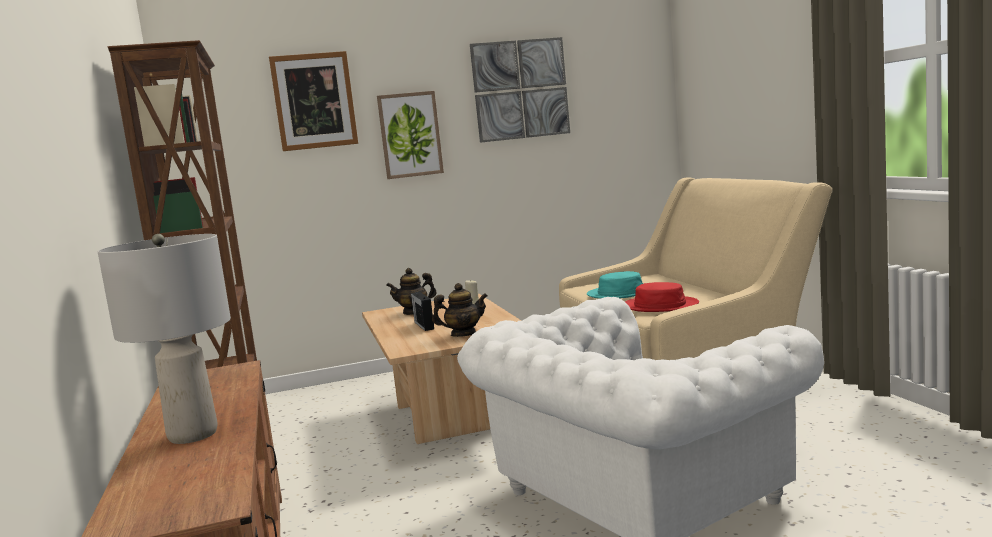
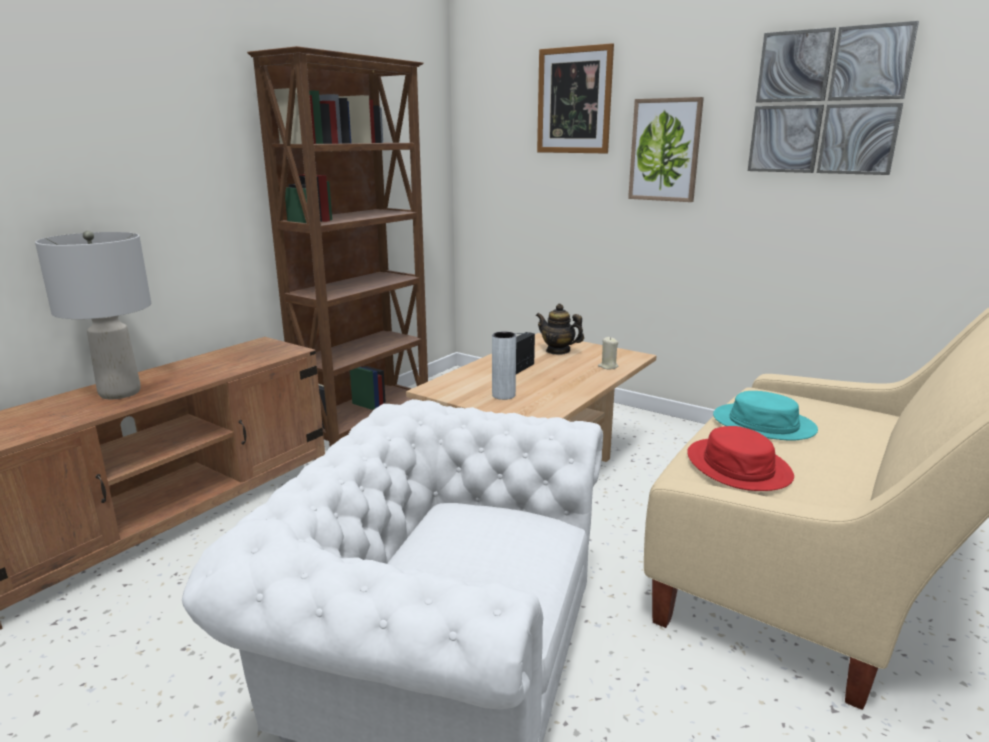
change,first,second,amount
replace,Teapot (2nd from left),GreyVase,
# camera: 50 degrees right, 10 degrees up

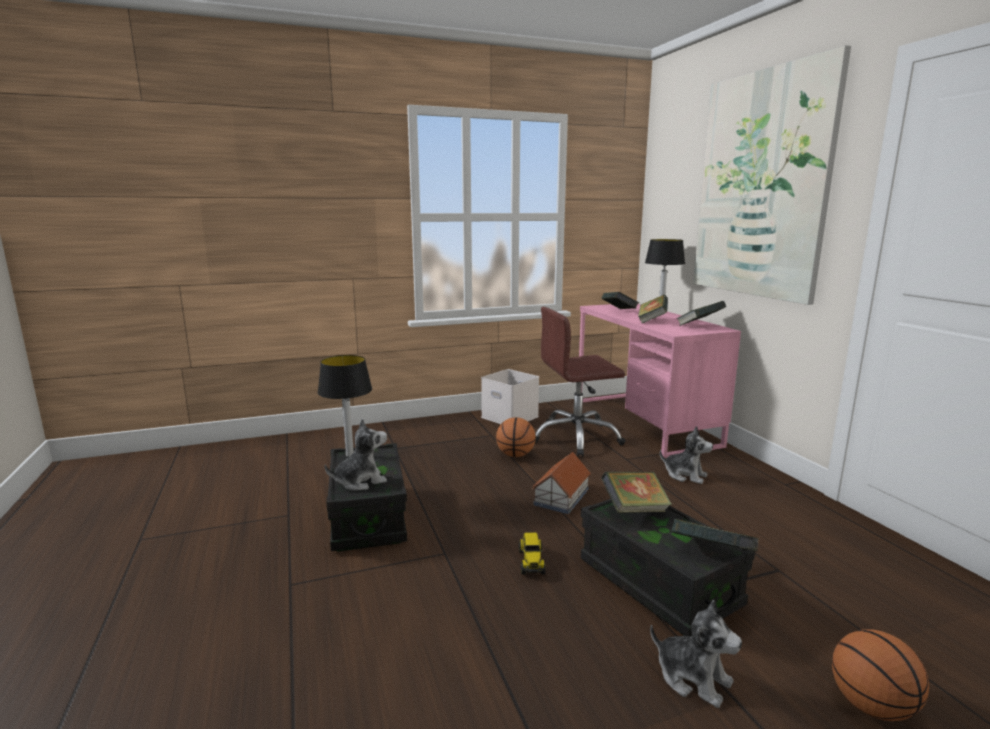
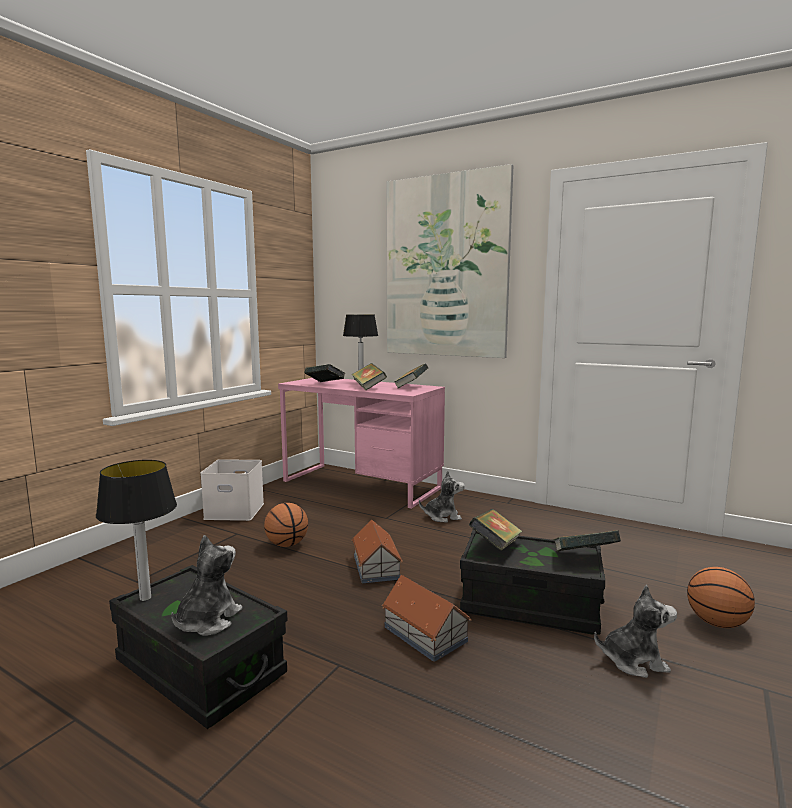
change,first,second,amount
replace,ToyTruck,ToyHouse (2nd from left),
delete,BrownOfficeChair,,
# camera: 40 degrees left, 5 degrees down

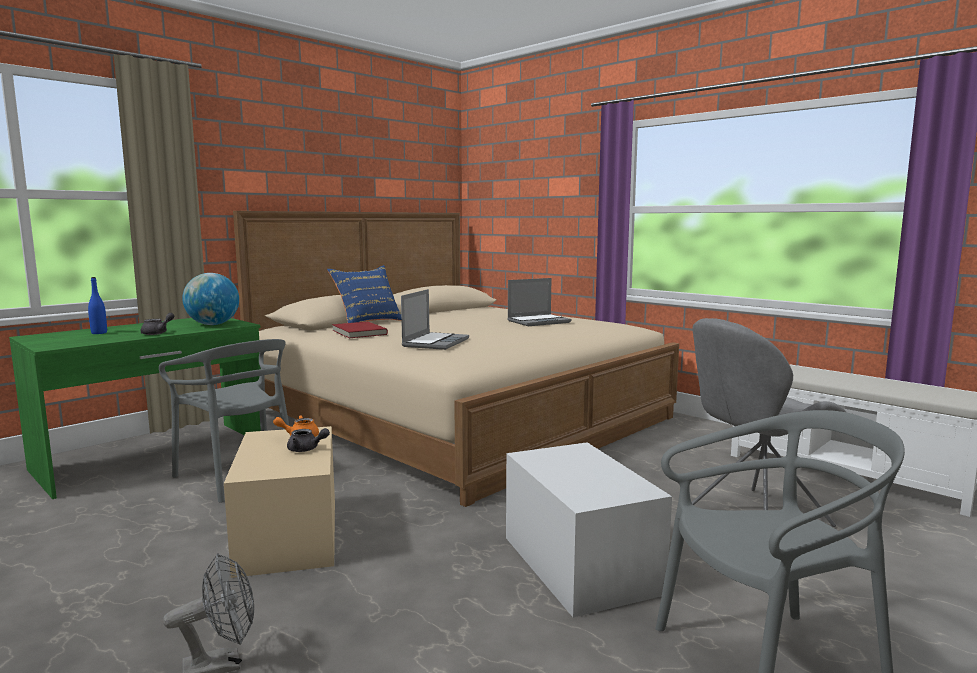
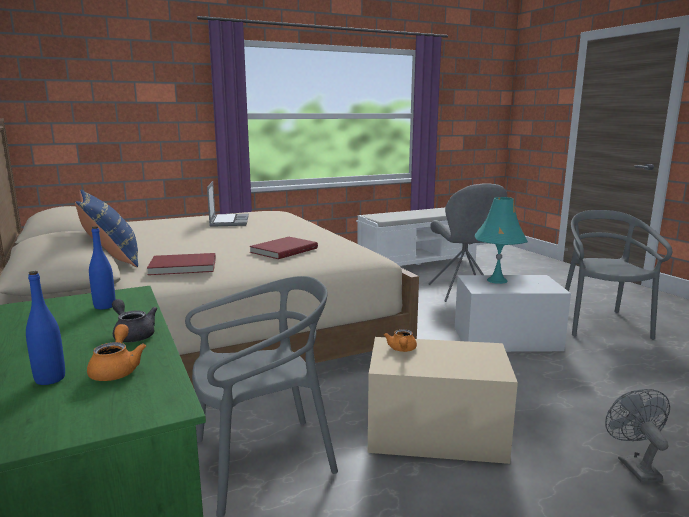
change,first,second,amount
insert,,OrangeTeapot (1st from left),
replace,Globe,BlueBottle (2nd from left),
replace,Laptop (1st from left),RedBook (2nd from left),
insert,,TurquoiseTableLamp,
delete,GreyTeapot (2nd from left),,
# camera: 70 degrees left, 5 degrees up

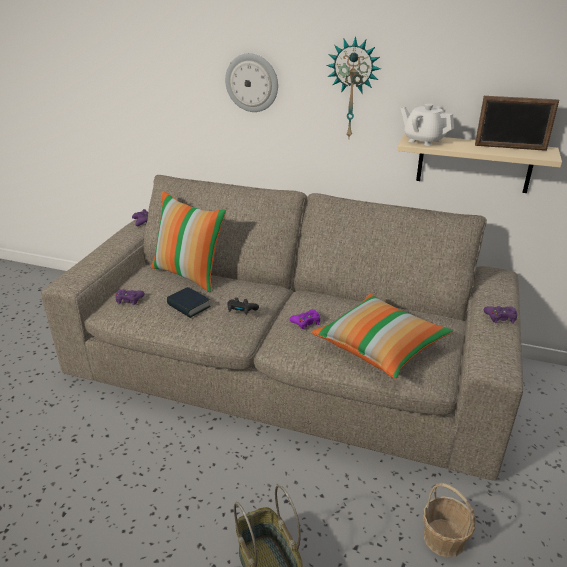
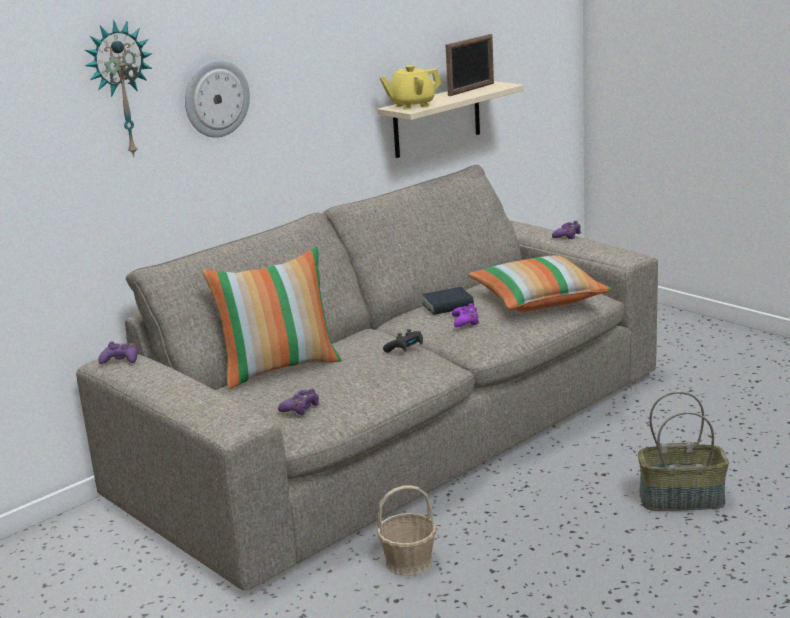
change,first,second,amount
move,WallClock (2nd from left in the first image),WallClock (1st from left),
move,Basket (2nd from left in the first image),Basket (1st from left),
recolor,WhiteTeapot,YellowTeapot,
move,Book,,
# camera: 60 degrees left, 10 degrees down

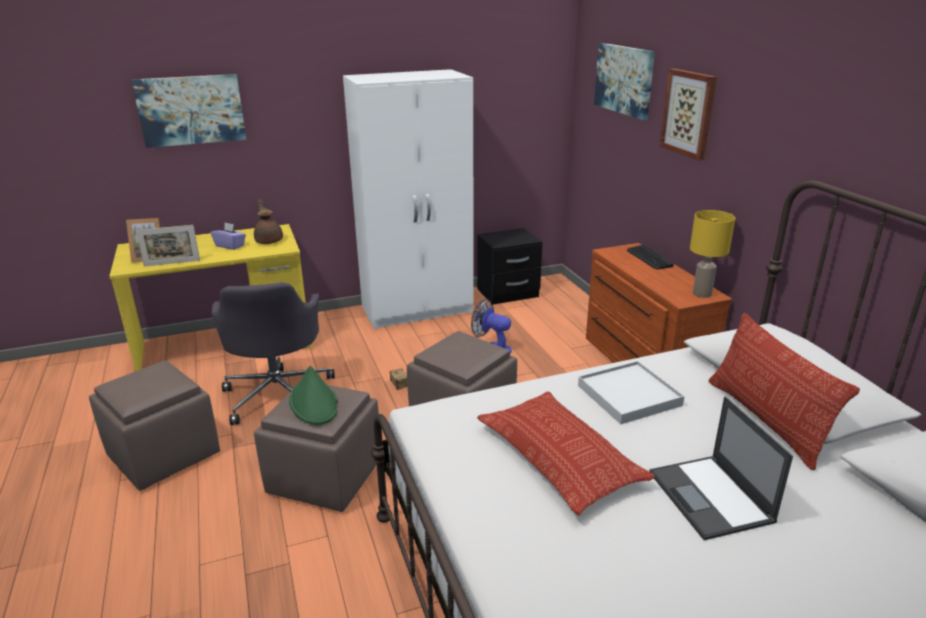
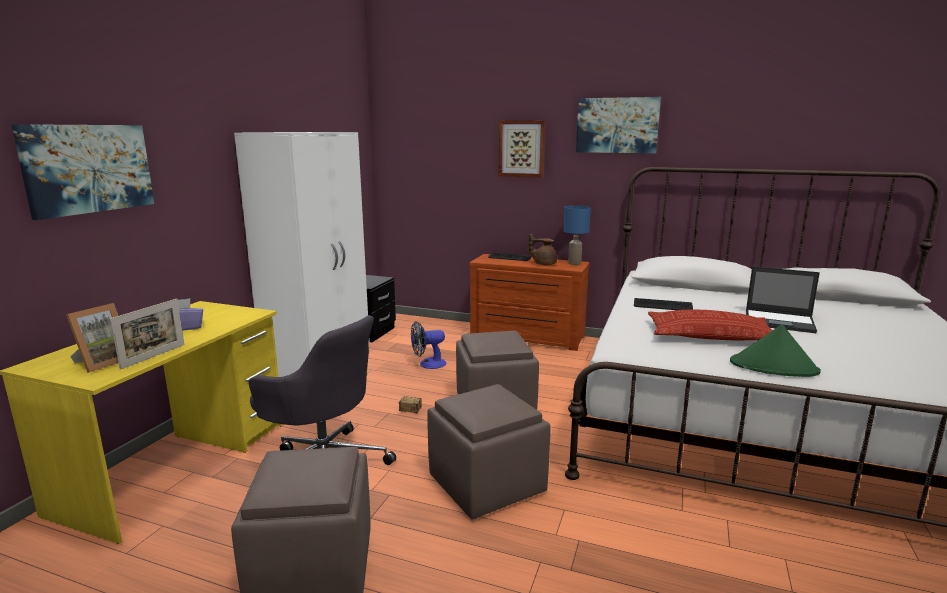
change,first,second,amount
move,BrownTeapot,,
recolor,YellowTableLamp,BlueTableLamp,
move,Picture (2nd from left in the first image),Picture (3rd from left),
replace,WhiteTray,Keyboard (2nd from left),
move,GreenHat,,
delete,Pillow (2nd from left),,
# camera: 50 degrees left, 10 degrees down

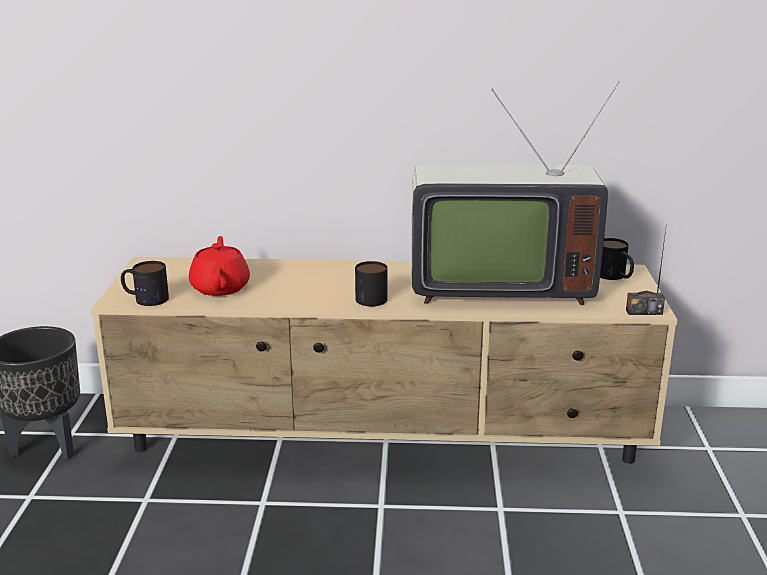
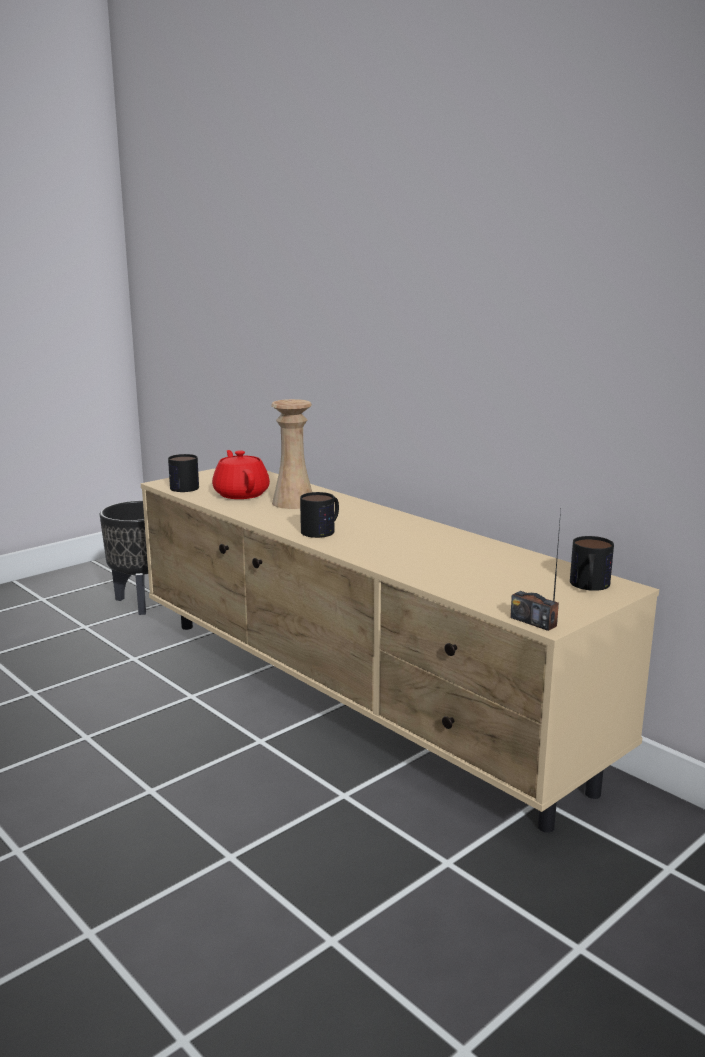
change,first,second,amount
rotate,RedTeapot,,60 degrees counterclockwise
insert,,BeigeVase,
delete,Television,,
# camera: 45 degrees right, 5 degrees down

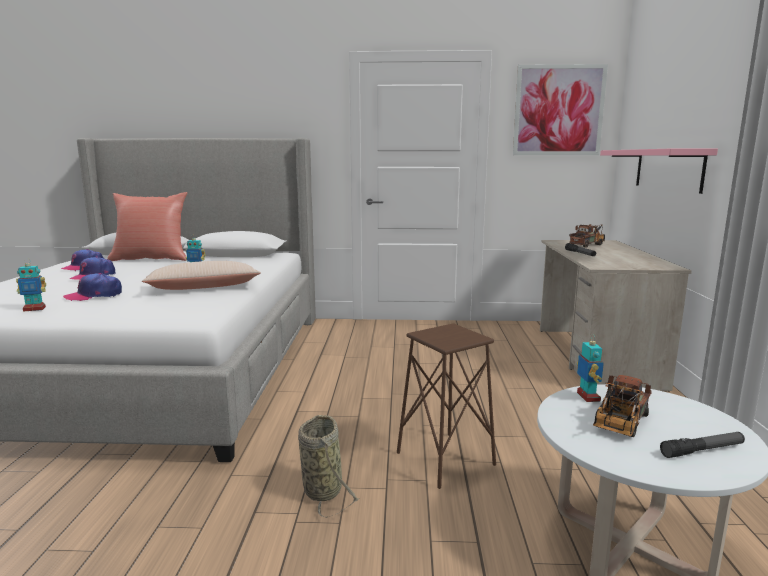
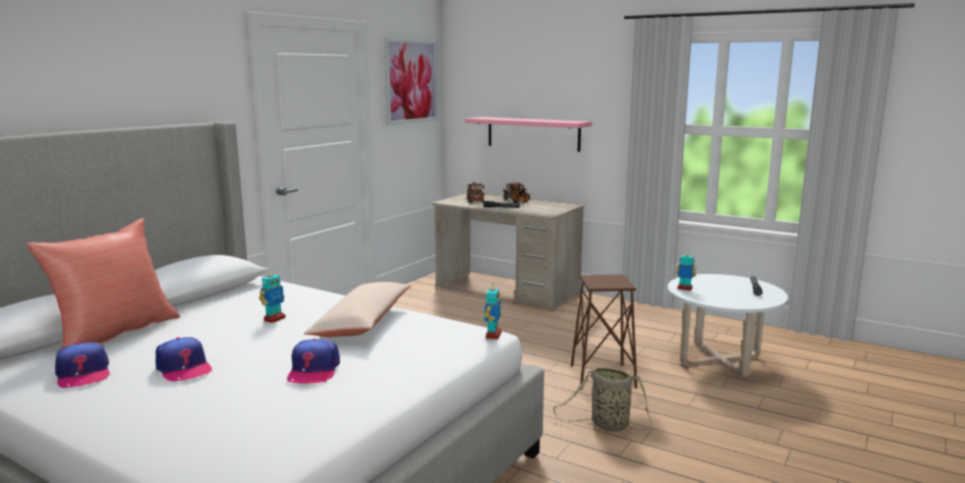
change,first,second,amount
move,ToyRobot (1st from left in the first image),ToyRobot (2nd from left),
move,ToyTruck (2nd from left),,
# camera: 60 degrees left, 0 degrees up

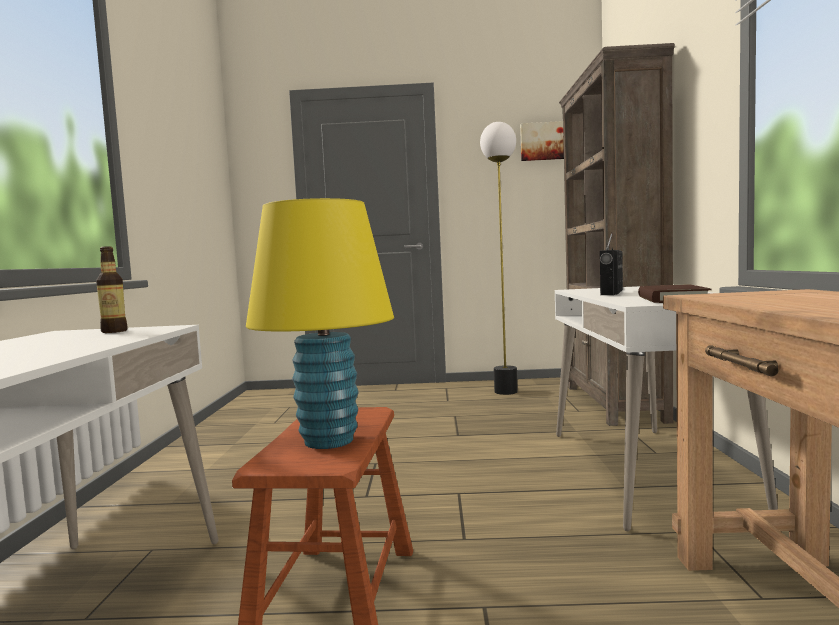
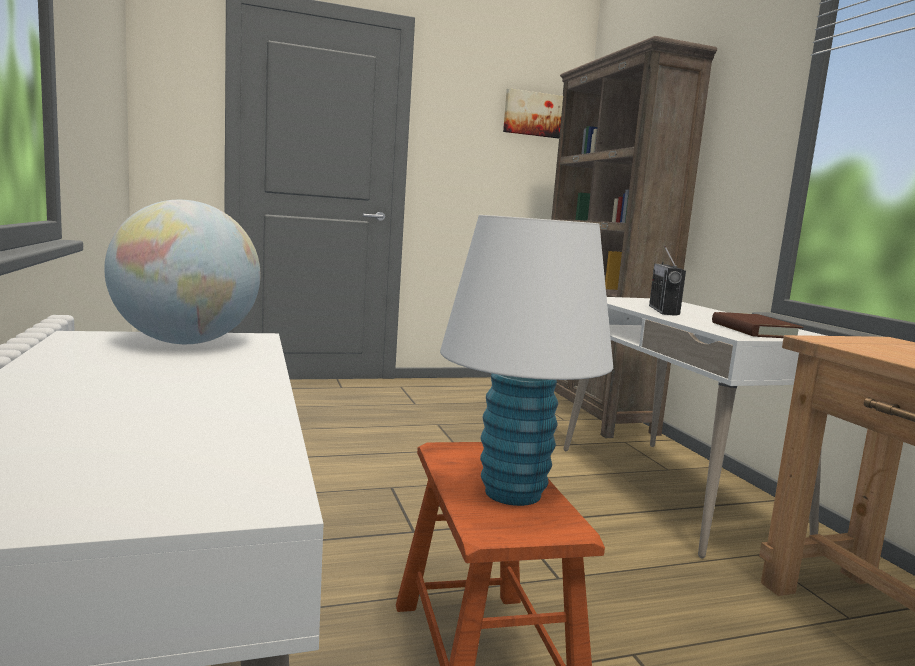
change,first,second,amount
replace,Bottle,Globe,
recolor,YellowTableLamp,WhiteTableLamp,
delete,FloorLamp,,
# camera: 20 degrees left, 5 degrees up

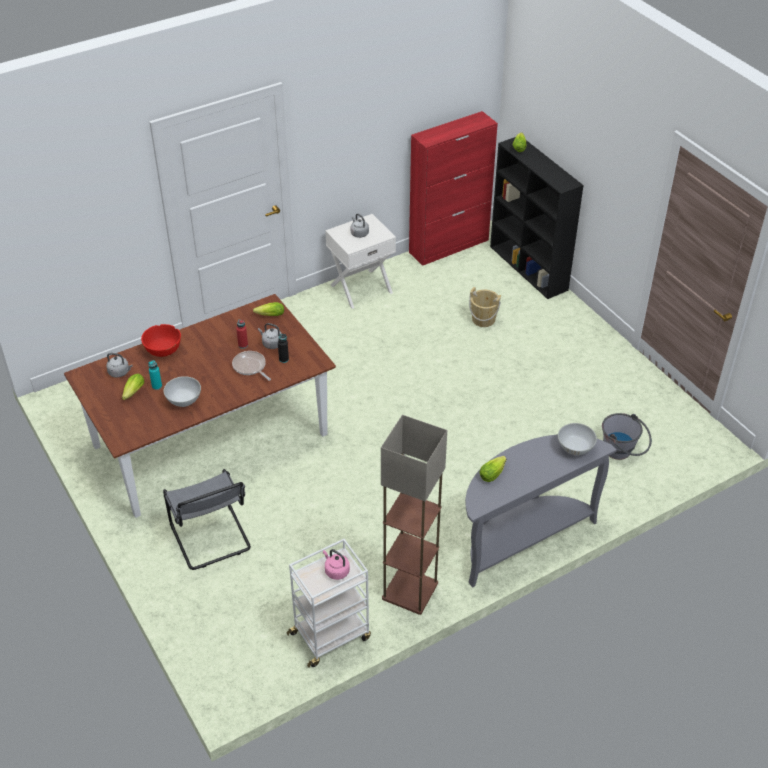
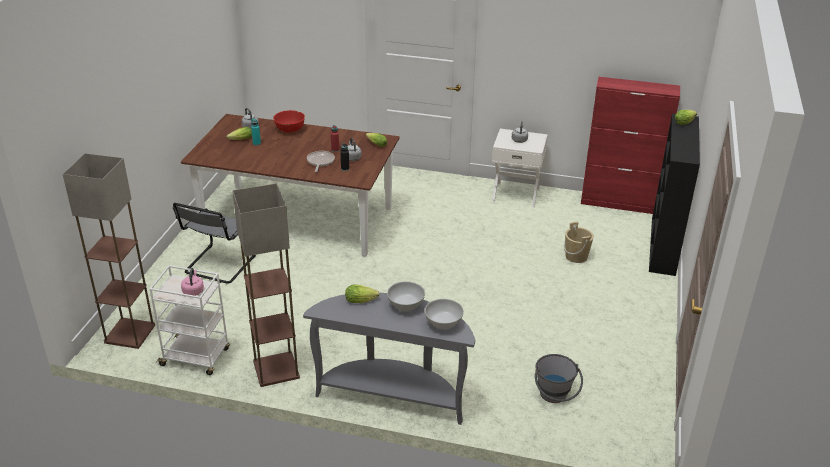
change,first,second,amount
insert,,FloorLamp (1st from left),
move,WhiteBowl (1st from left),,
# camera: 45 degrees right, 10 degrees down

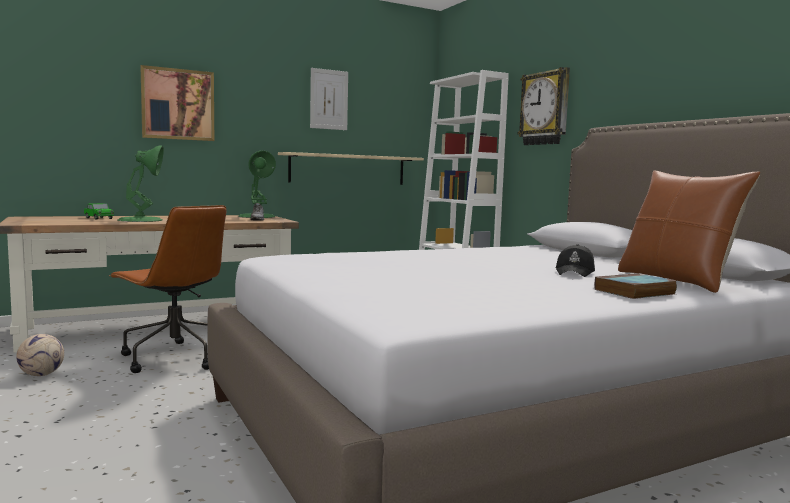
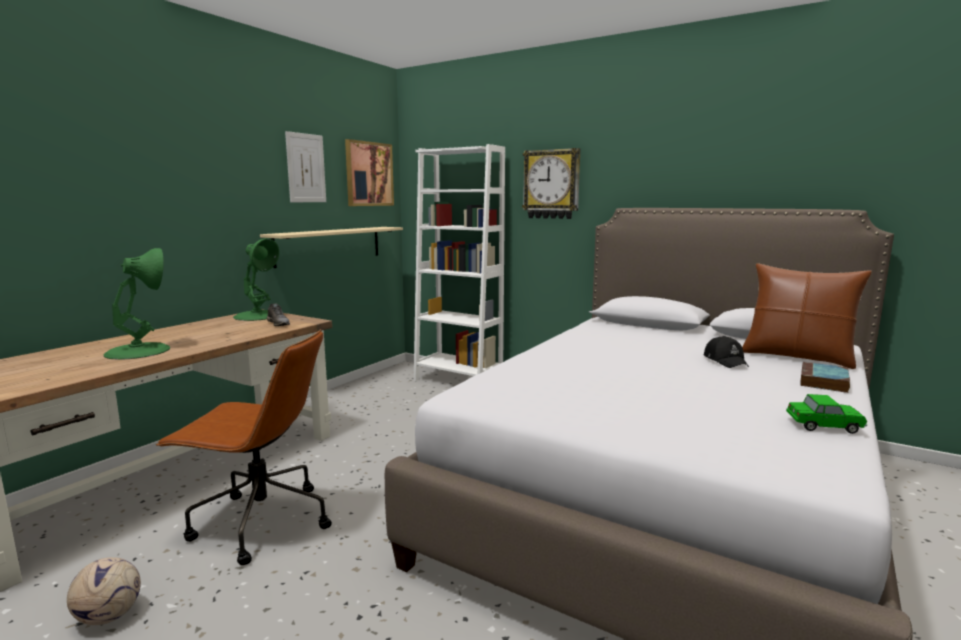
change,first,second,amount
move,Picture (1st from left in the first image),Picture (2nd from left),
move,ToyCar,,
# camera: 30 degrees left, 5 degrees up

